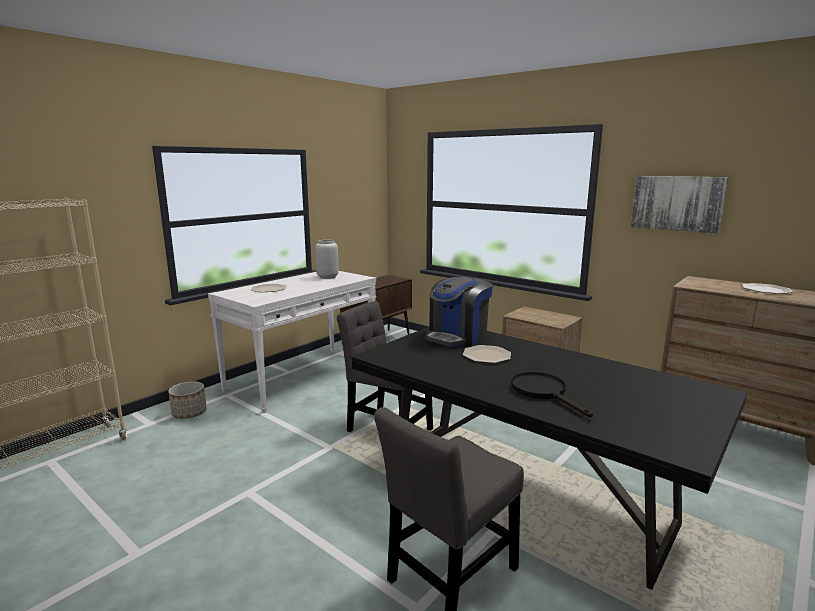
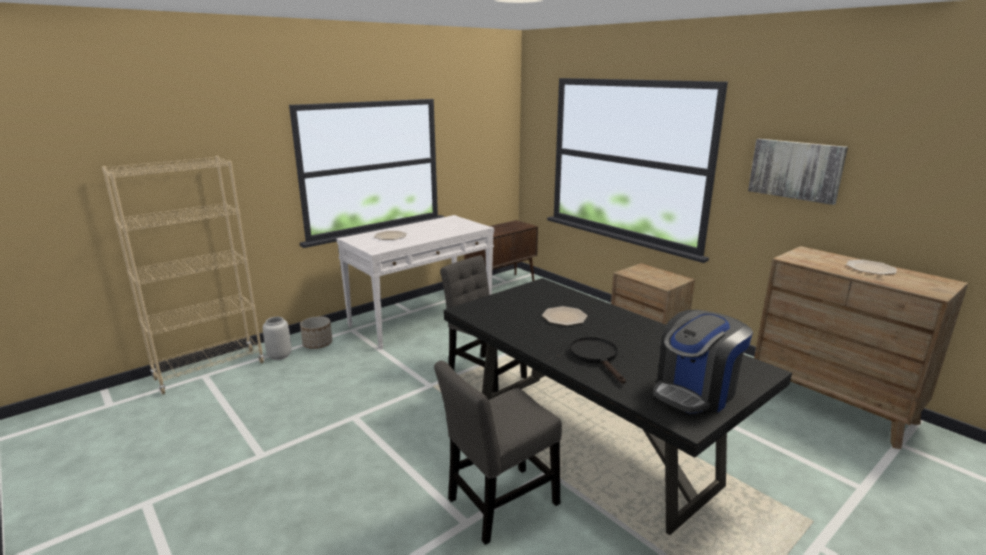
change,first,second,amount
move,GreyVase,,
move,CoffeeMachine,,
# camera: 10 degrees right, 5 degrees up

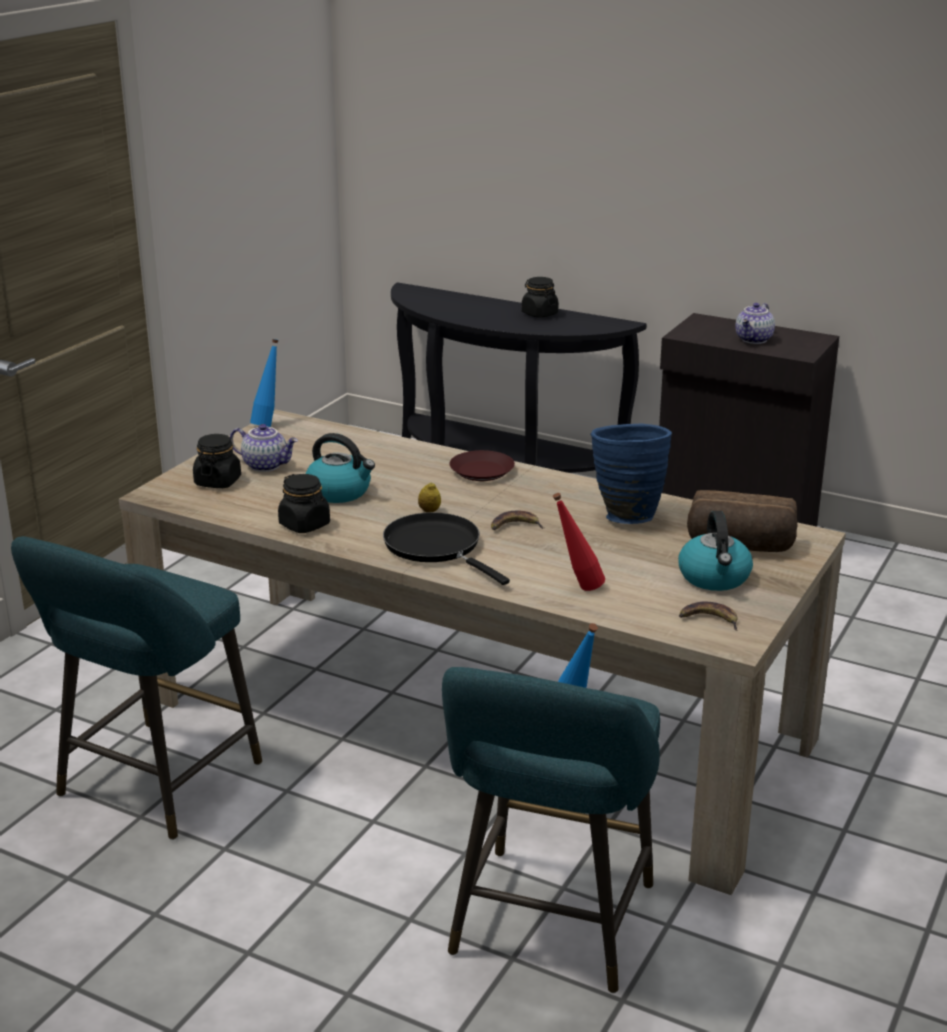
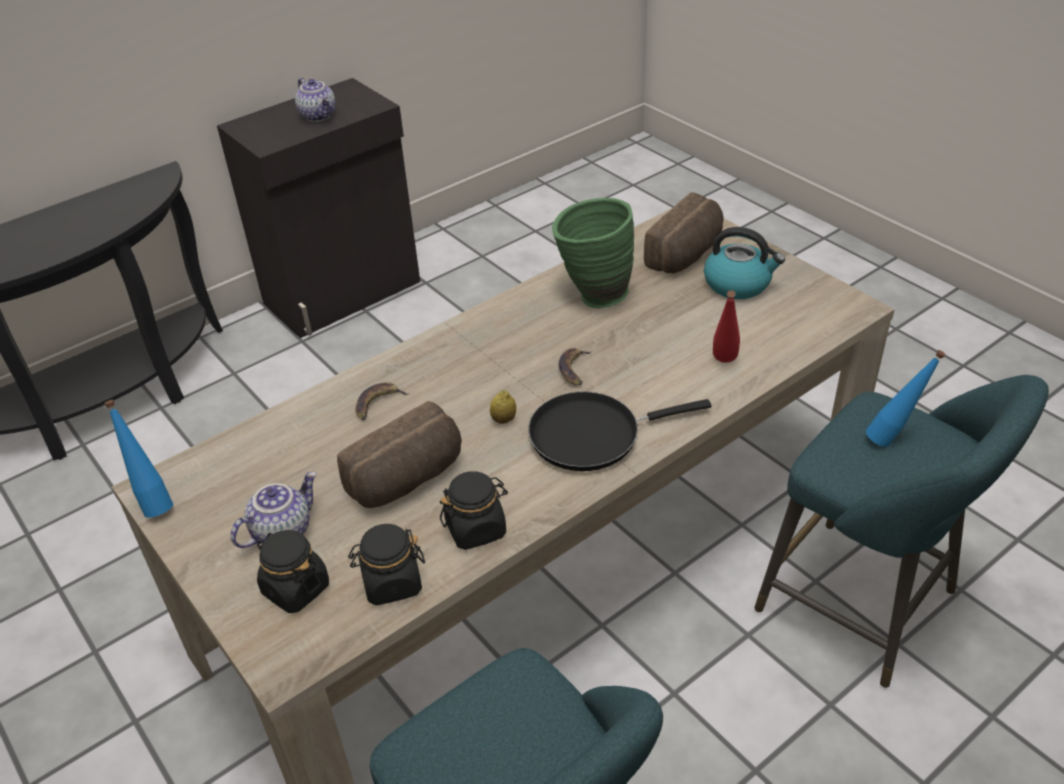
change,first,second,amount
replace,Kettle (1st from left),Bread (1st from left),
move,BlackJar (3rd from left in the first image),BlackJar (2nd from left),
move,Banana (2nd from left in the first image),Banana (1st from left),
recolor,BlueVase,GreenVase,
delete,BrownPlate,,
# camera: 65 degrees left, 15 degrees up

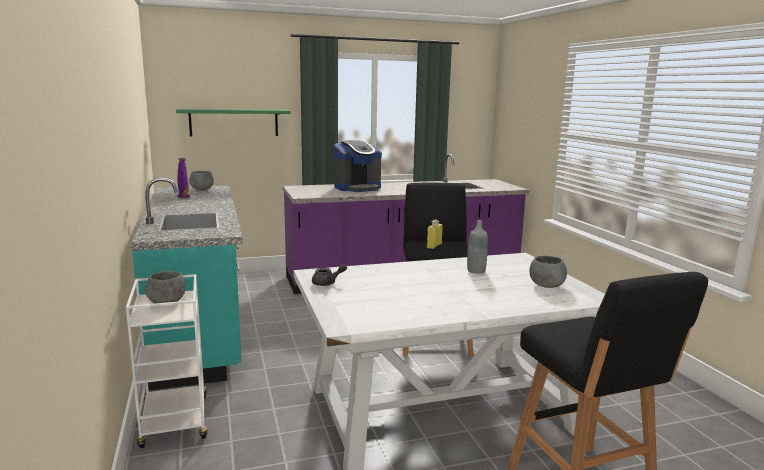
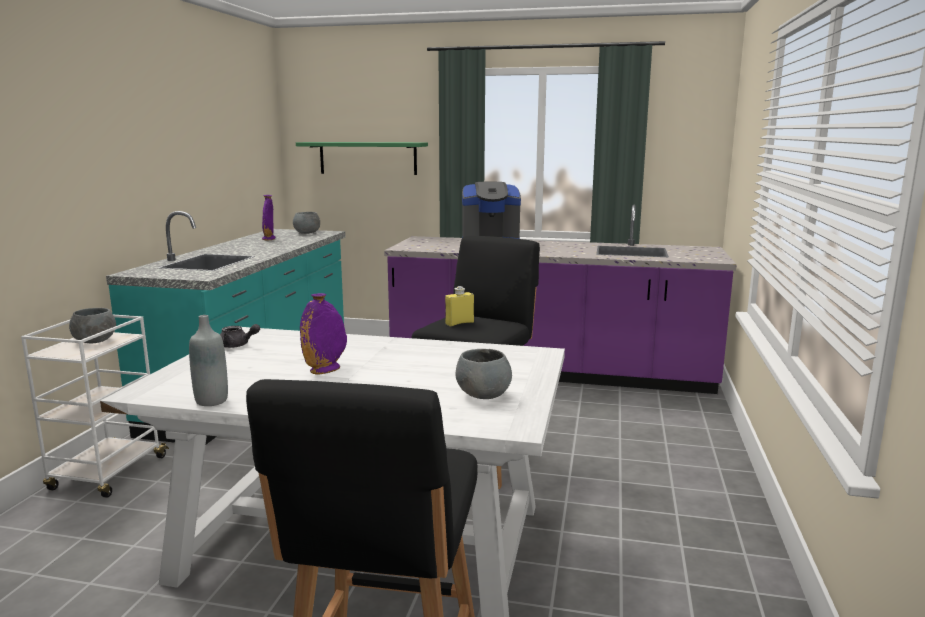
change,first,second,amount
move,GreyBottle,,
insert,,PurpleVase (2nd from left),
# camera: 30 degrees right, 0 degrees up

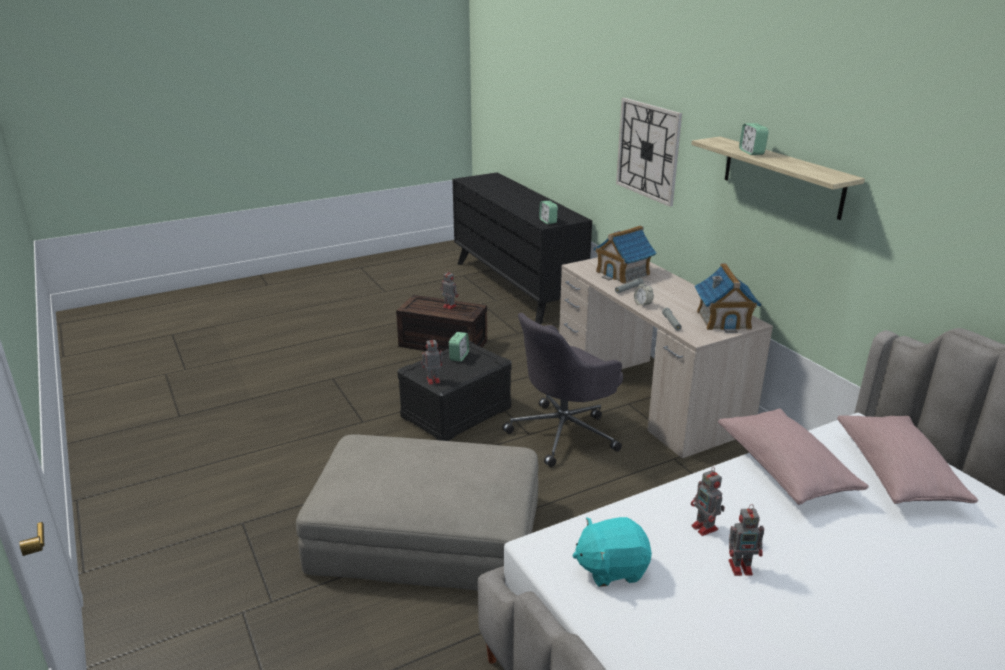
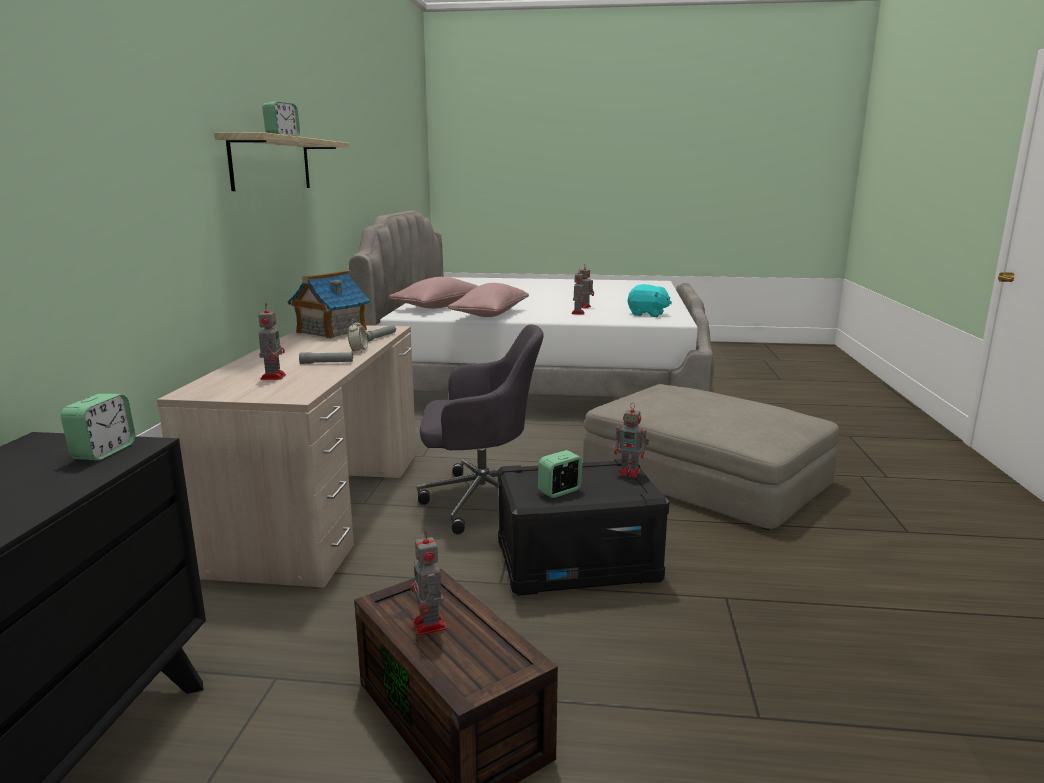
change,first,second,amount
replace,ToyHouse (1st from left),ToyRobot (1st from left),
delete,WallClock,,
# camera: 145 degrees left, 10 degrees down

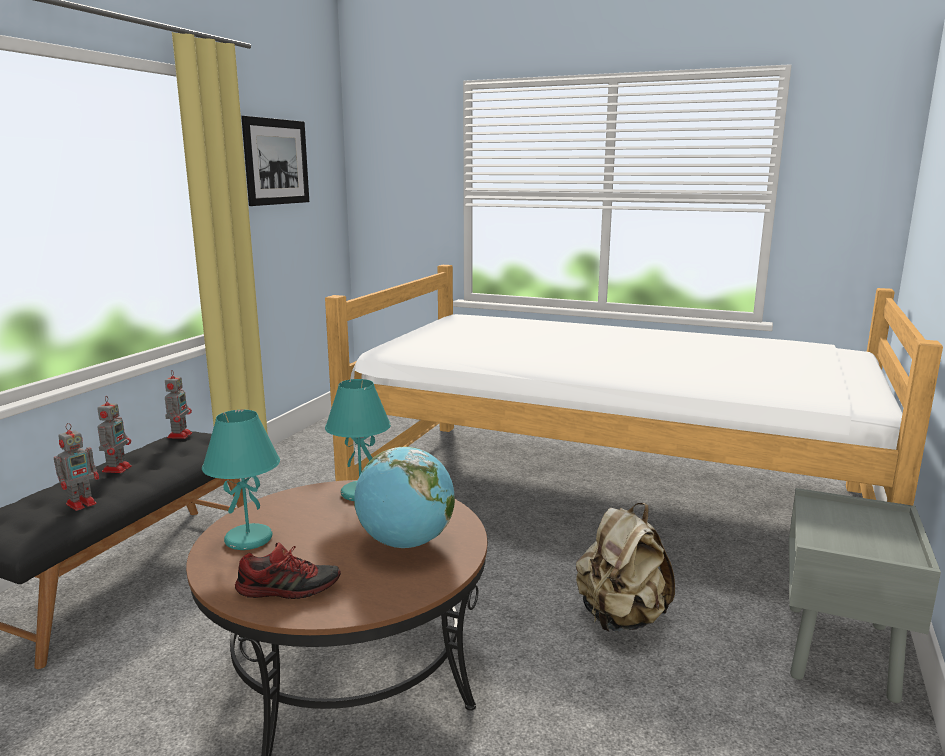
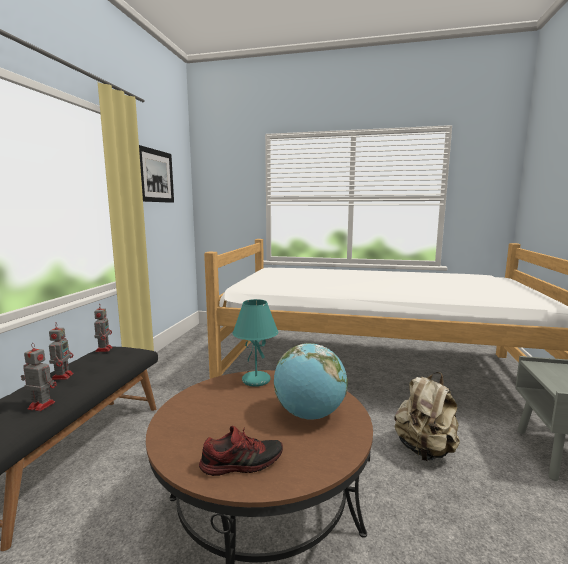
change,first,second,amount
rotate,ToyRobot (1st from left),,105 degrees counterclockwise
delete,TurquoiseTableLamp (1st from left),,
# camera: 10 degrees left, 5 degrees down

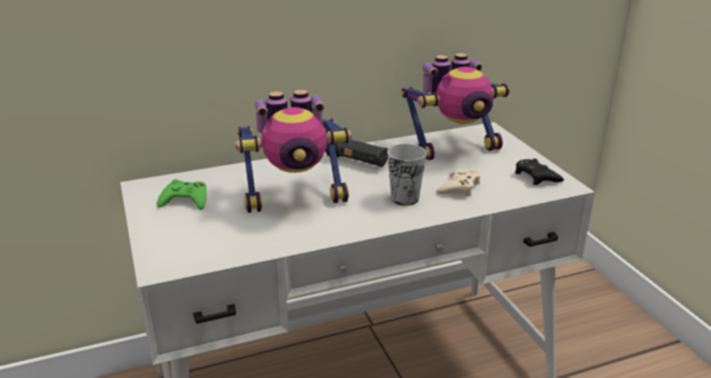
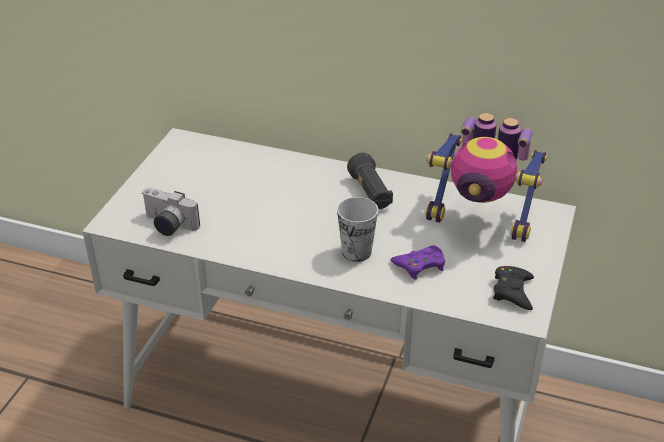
change,first,second,amount
insert,,PhotoCamera,
recolor,BeigeGameController,PurpleGameController,
delete,GreenGameController,,
delete,ToyRobot (1st from left),,
# camera: 40 degrees right, 10 degrees up

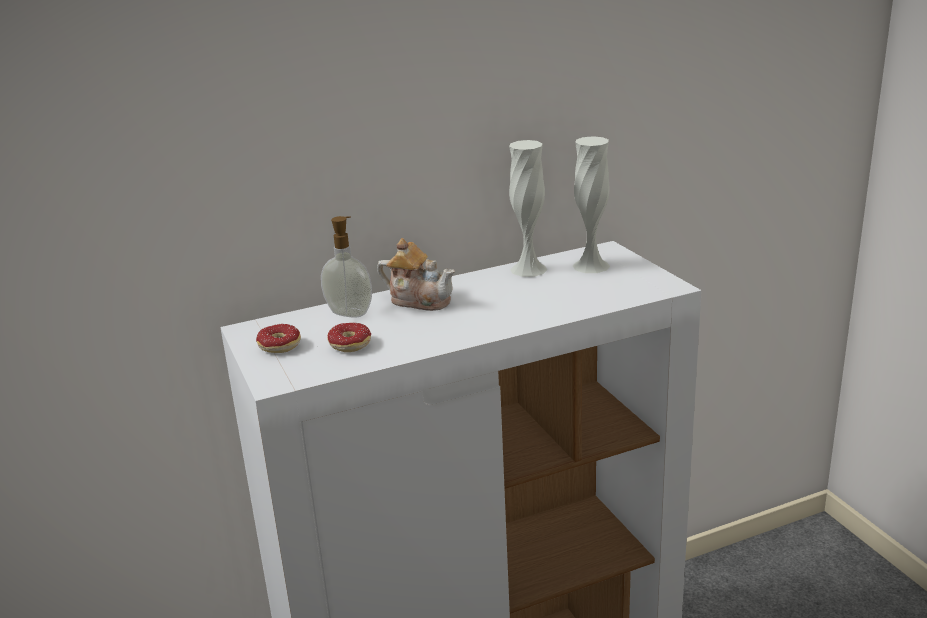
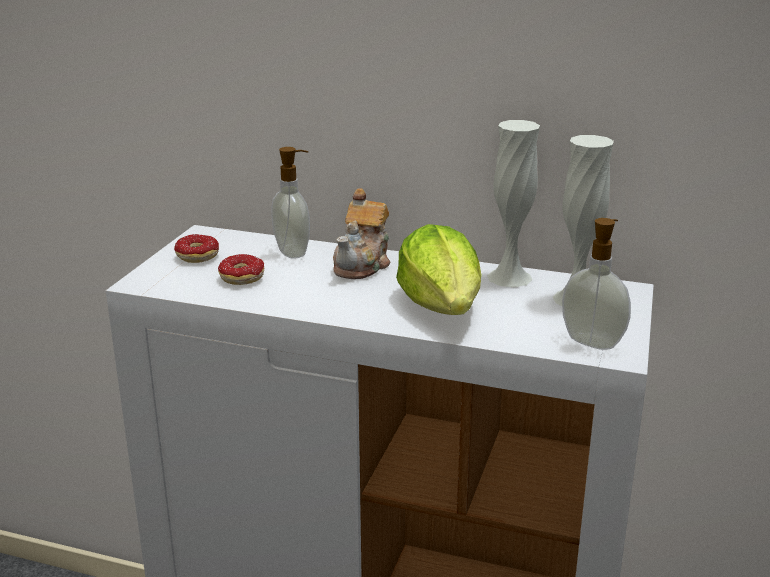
change,first,second,amount
rotate,Teapot,,45 degrees clockwise
insert,,Lettuce,
insert,,SoapDispenser (2nd from left),
# camera: 40 degrees right, 0 degrees up

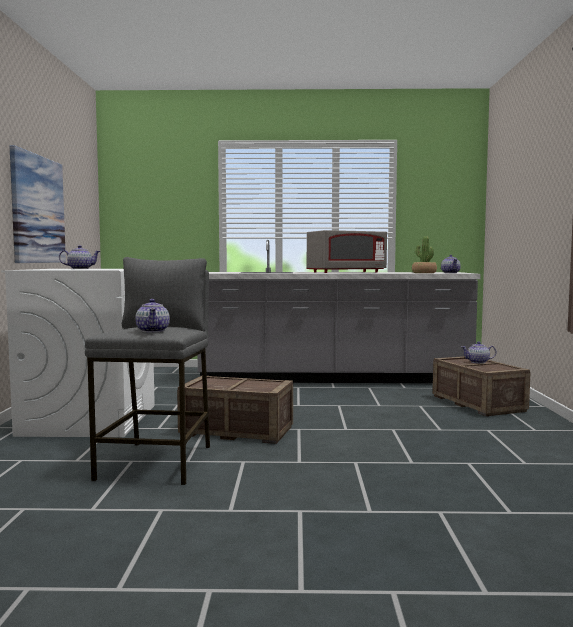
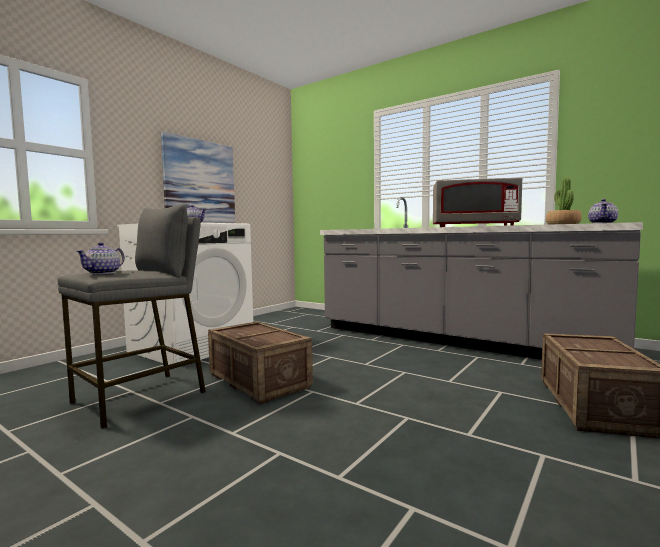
change,first,second,amount
delete,Teapot (4th from left),,
# camera: 35 degrees right, 0 degrees up

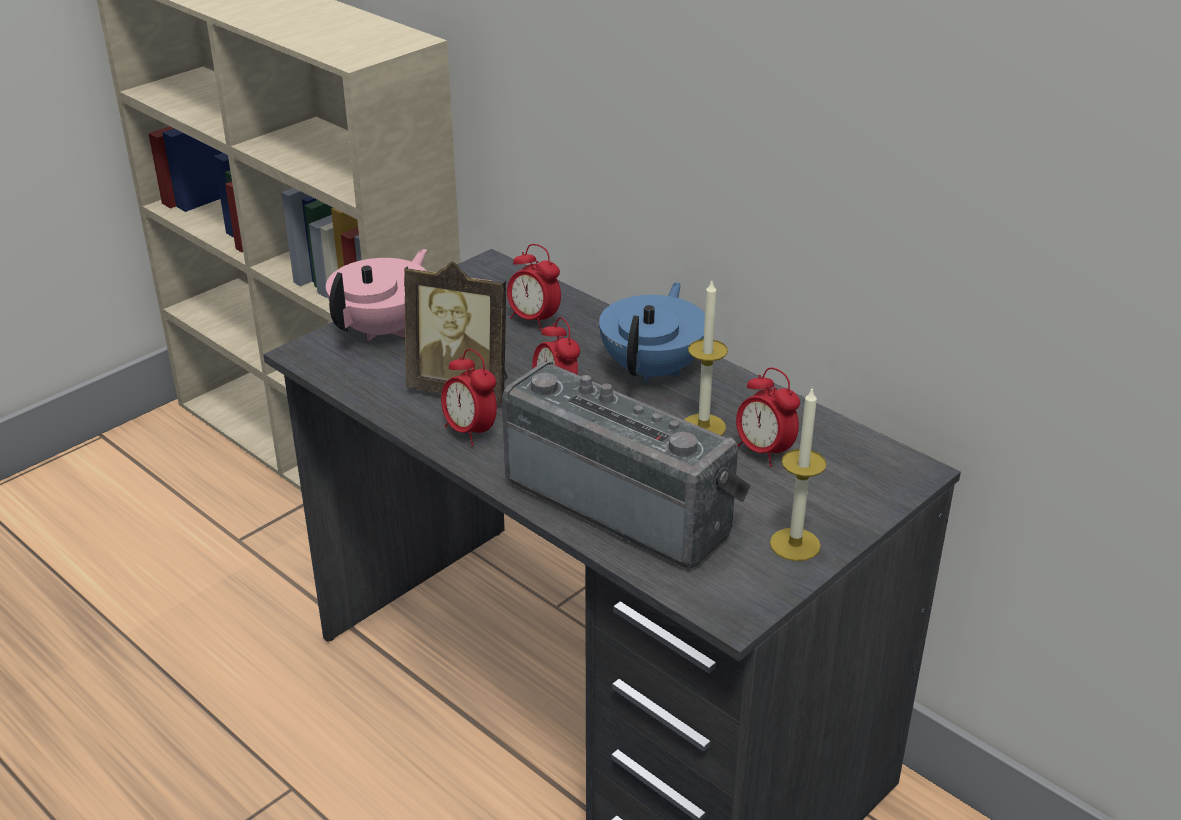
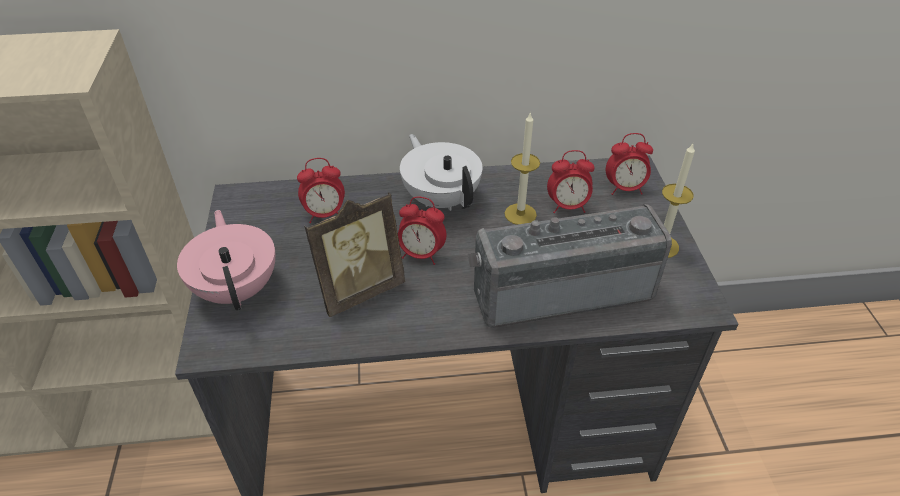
change,first,second,amount
recolor,BlueTeapot,WhiteTeapot,
move,AlarmClock (1st from left in the first image),AlarmClock (4th from left),
# camera: 50 degrees left, 10 degrees up

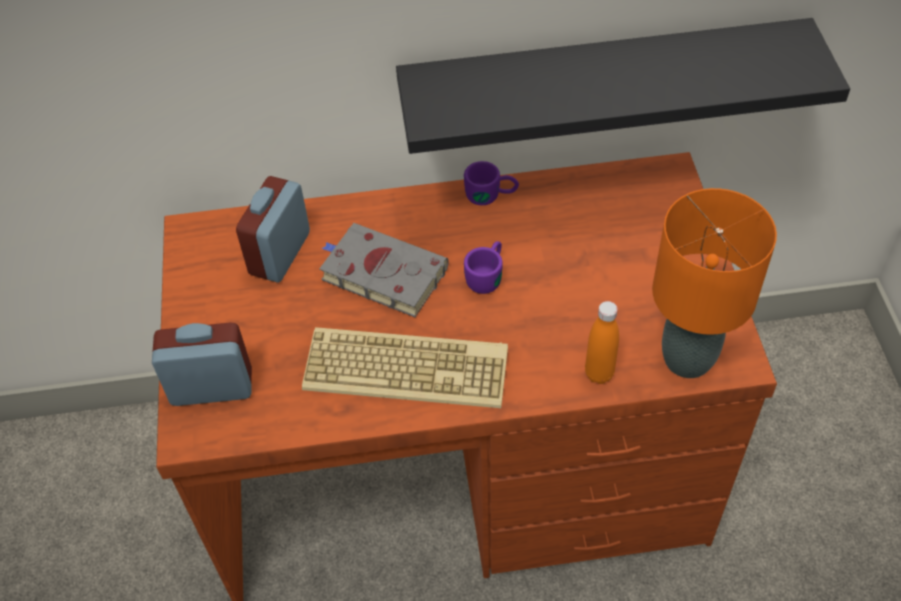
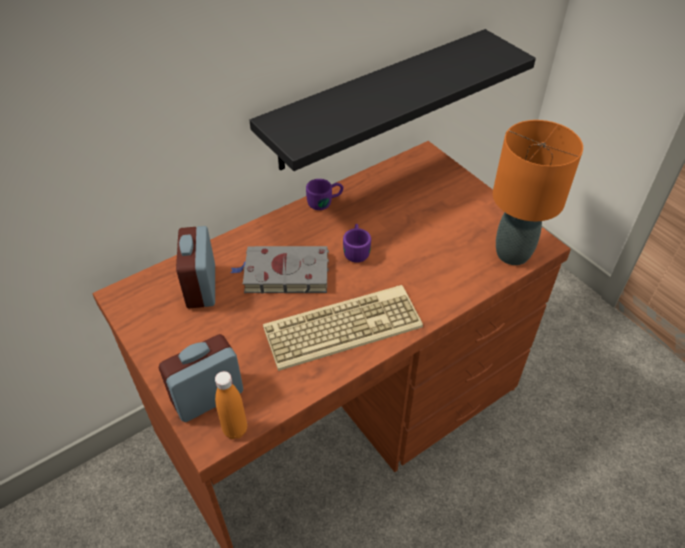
change,first,second,amount
move,OrangeBottle,,
# camera: 30 degrees left, 5 degrees down

